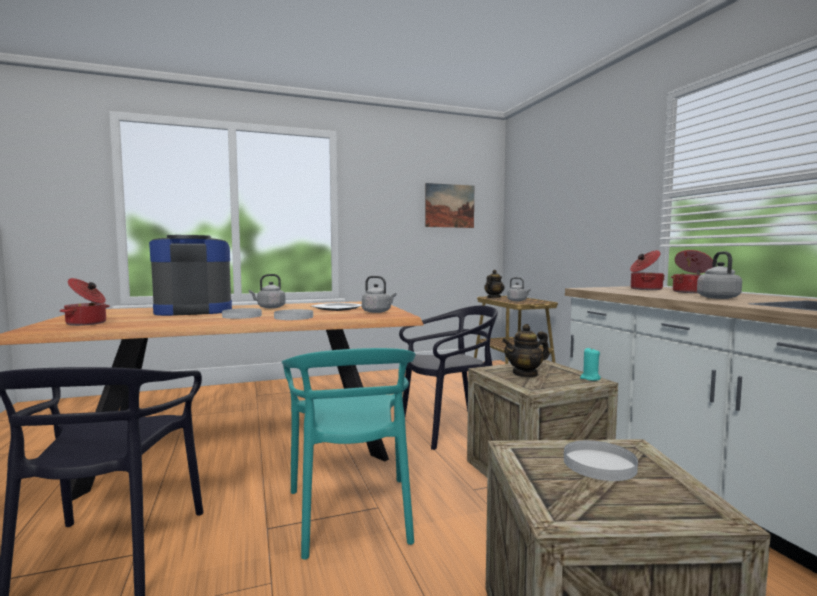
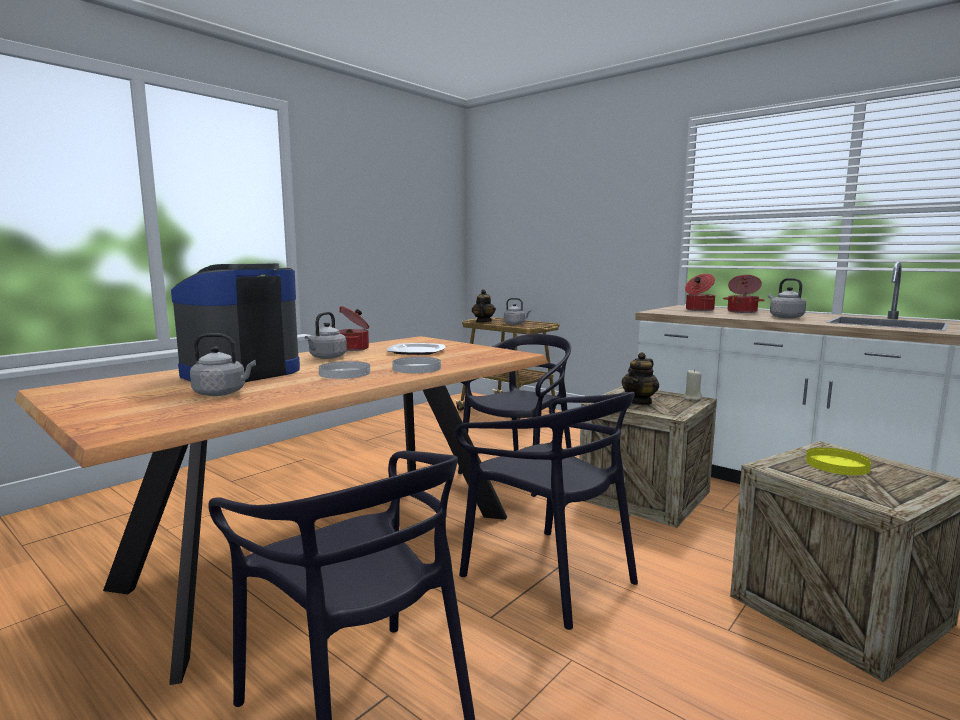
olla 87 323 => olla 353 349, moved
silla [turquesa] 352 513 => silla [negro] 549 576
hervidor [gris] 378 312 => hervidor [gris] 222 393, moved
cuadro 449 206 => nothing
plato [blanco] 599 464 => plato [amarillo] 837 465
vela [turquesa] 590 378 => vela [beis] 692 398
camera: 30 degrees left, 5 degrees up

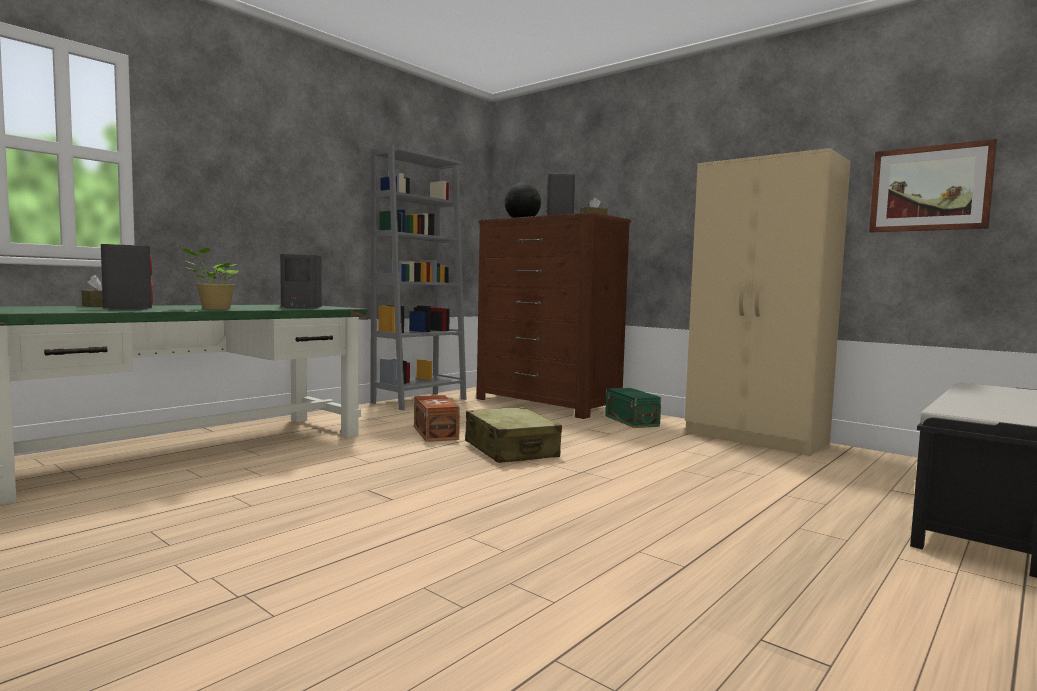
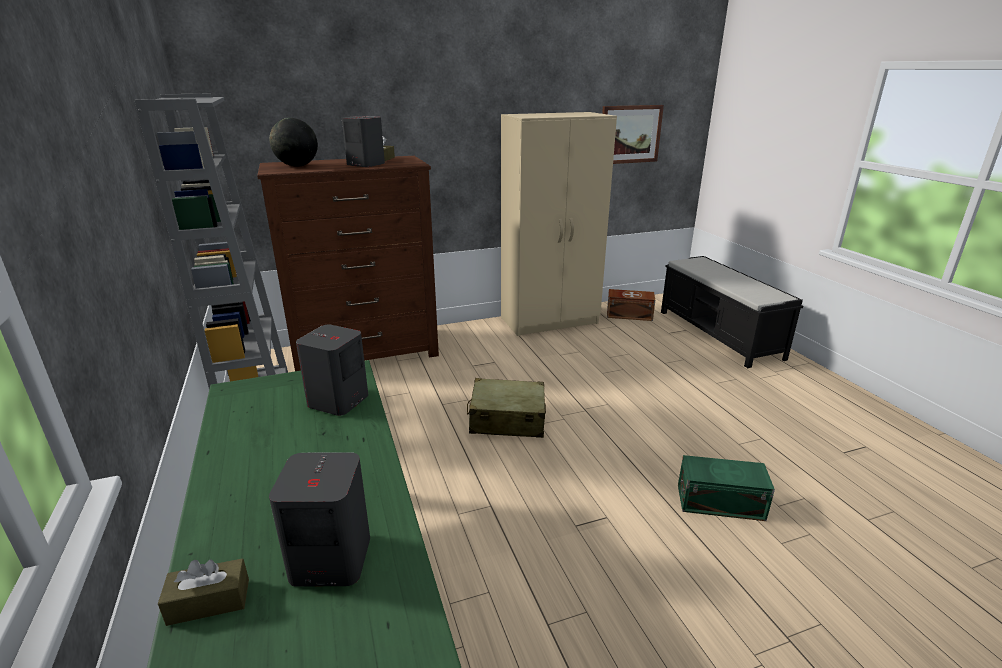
planta en maceta 213 309 => nothing
caja de almacenaje [marrón] 436 432 => caja de almacenaje [marrón] 628 314, moved
caja de almacenaje [verde] 632 420 => caja de almacenaje [verde] 718 501, moved
camera: 60 degrees left, 20 degrees up

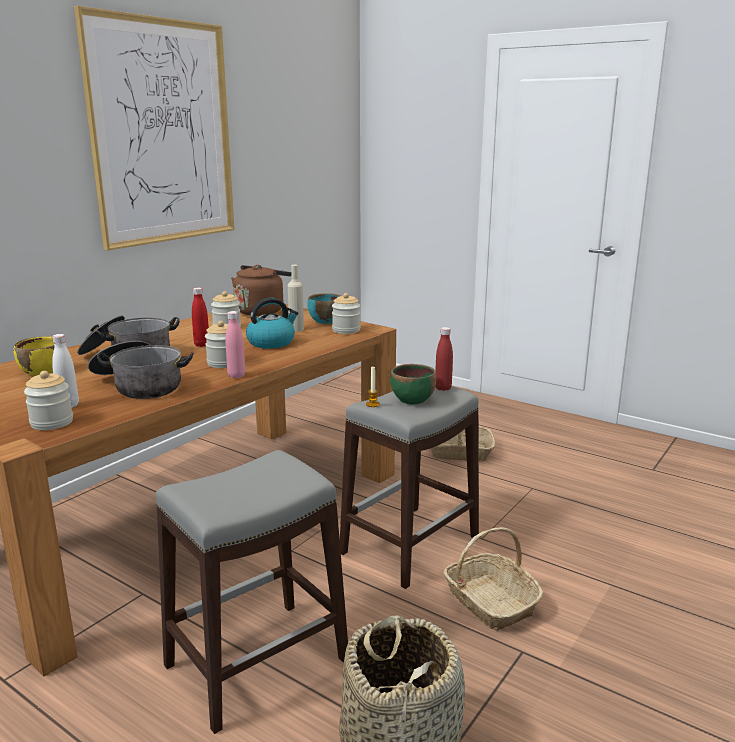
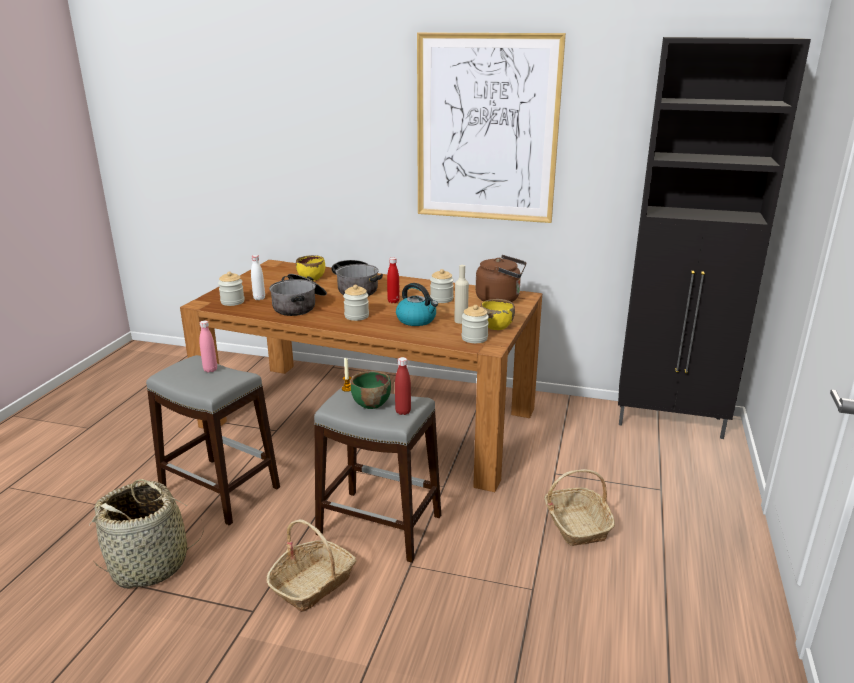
botella [rosa] 236 376 => botella [rosa] 210 370, moved
cuenco [turquesa] 325 321 => cuenco [amarillo] 496 326
nothing => armario [negro] 671 422
camera: 70 degrees right, 5 degrees up

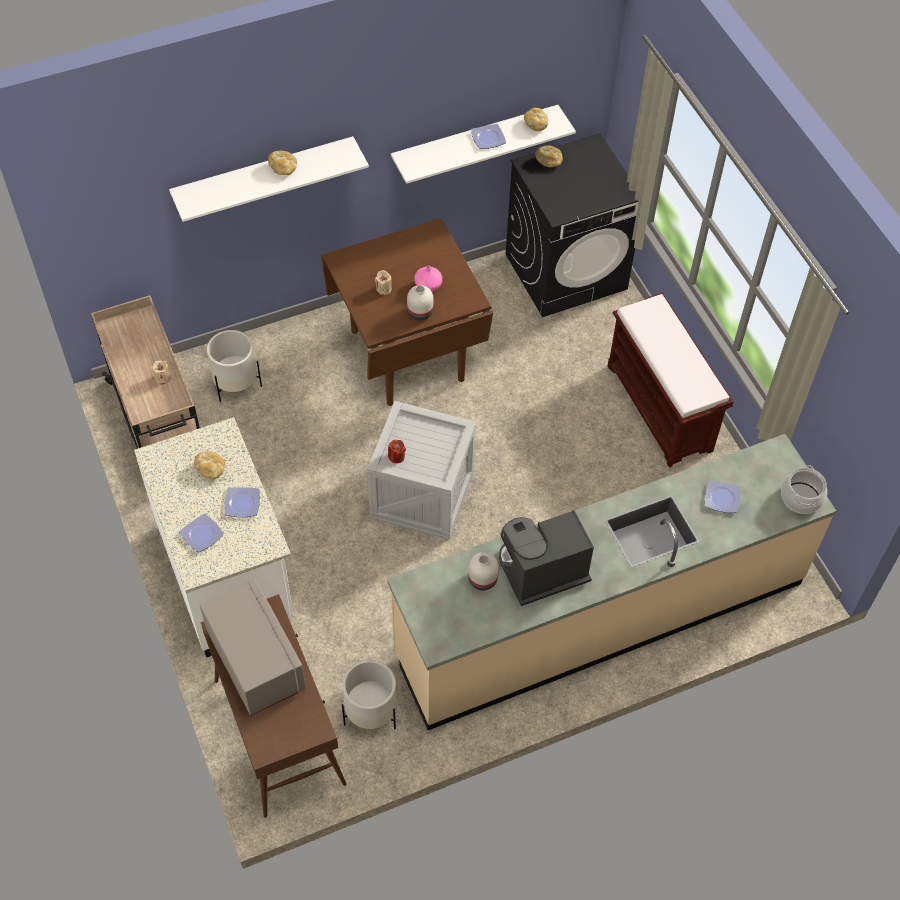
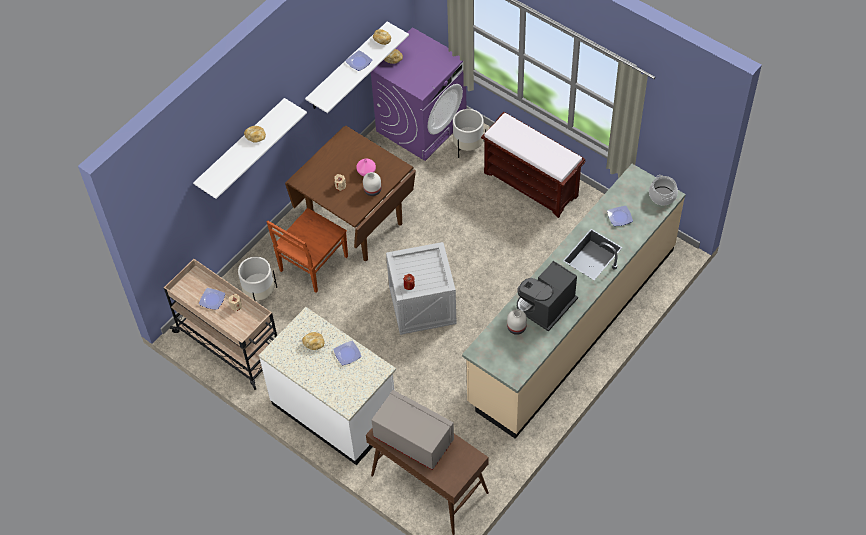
plato 201 534 => plato 211 300, moved
maceta [blanco] 371 713 => maceta [blanco] 468 146, moved
lavadora [negro] 566 271 => lavadora [morado] 421 124
nothing => silla [marrón] 312 264
camera: 25 degrees left, 0 degrees up

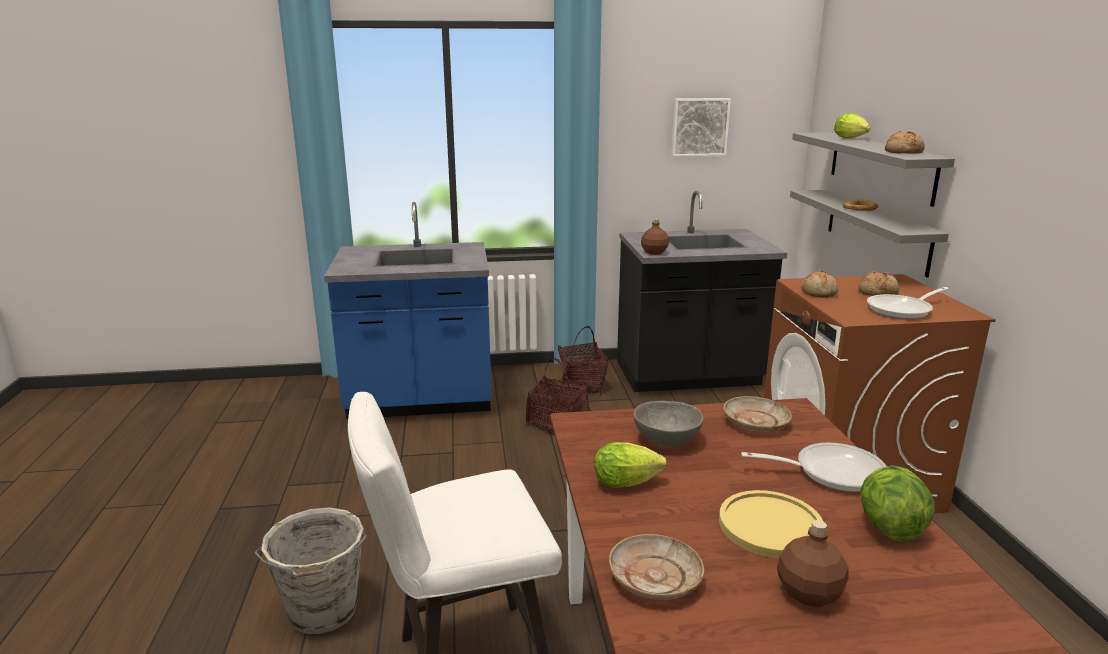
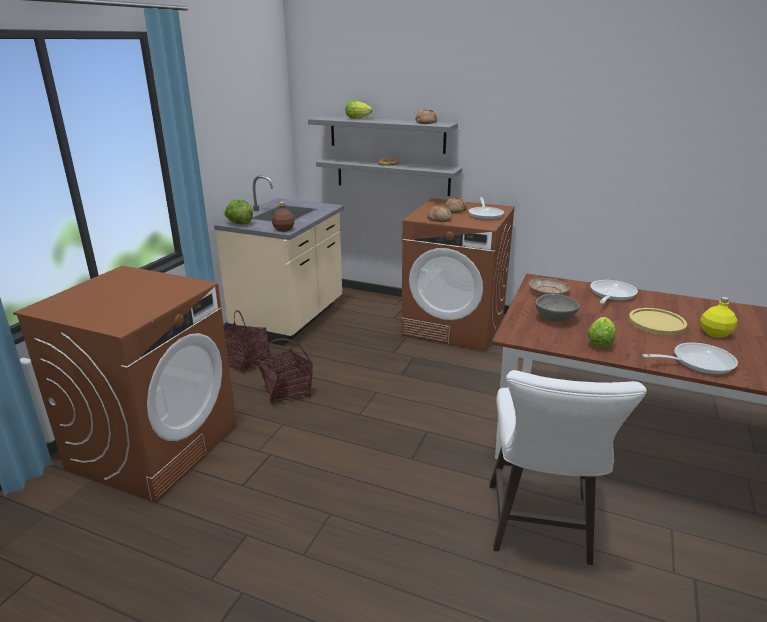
cubo [gris] 323 613 => nothing
mueble bajo de cocina [azul] 420 400 => lavadora [marrón] 155 446
plato [beis] 655 577 => sartén 697 362
mueble bajo de cocina [negro] 689 376 => mueble bajo de cocina [beis] 290 319
cuadro 699 127 => nothing
botella [marrón] 810 593 => botella [amarillo] 715 333
lechuga 888 527 => lechuga 239 224, moved
camera: 60 degrees left, 5 degrees up

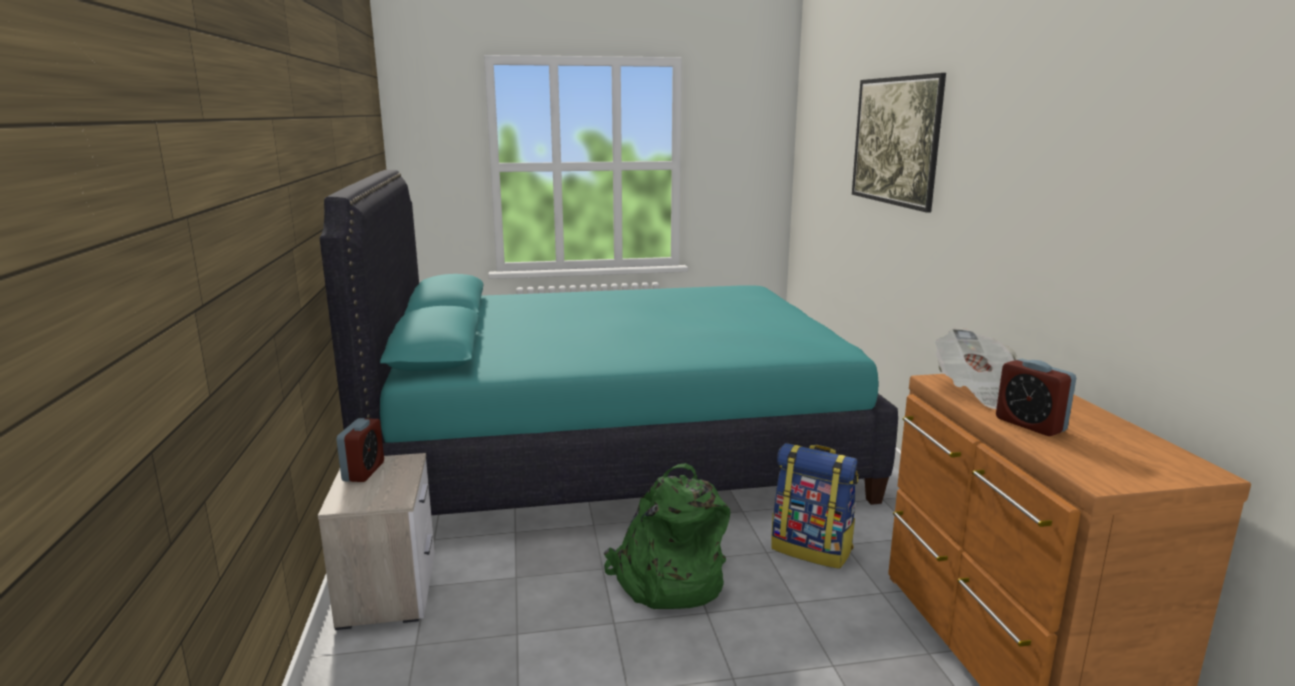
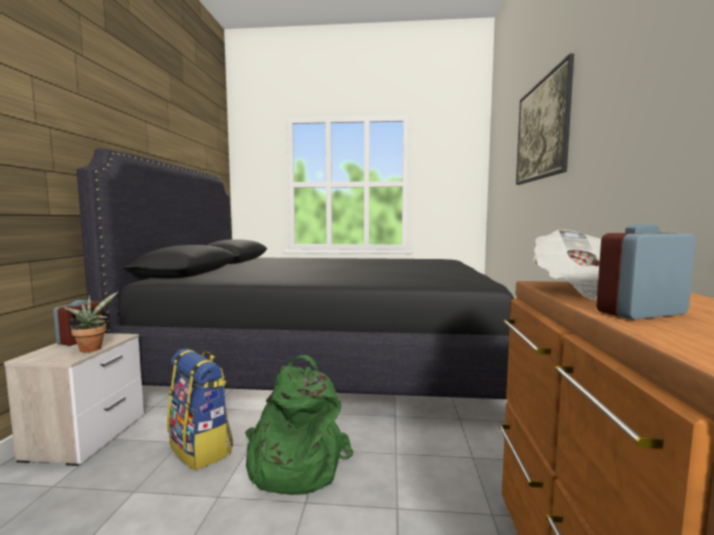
cama [turquesa] 614 450 => cama [negro] 328 363
mochila 812 549 => mochila 201 449, moved
despertador 1030 424 => despertador 641 313, 90 degrees clockwise
nothing => planta en maceta 92 348
camera: 15 degrees right, 10 degrees down

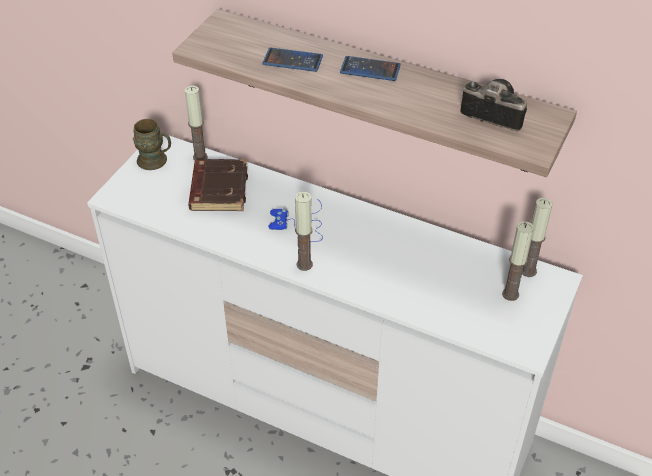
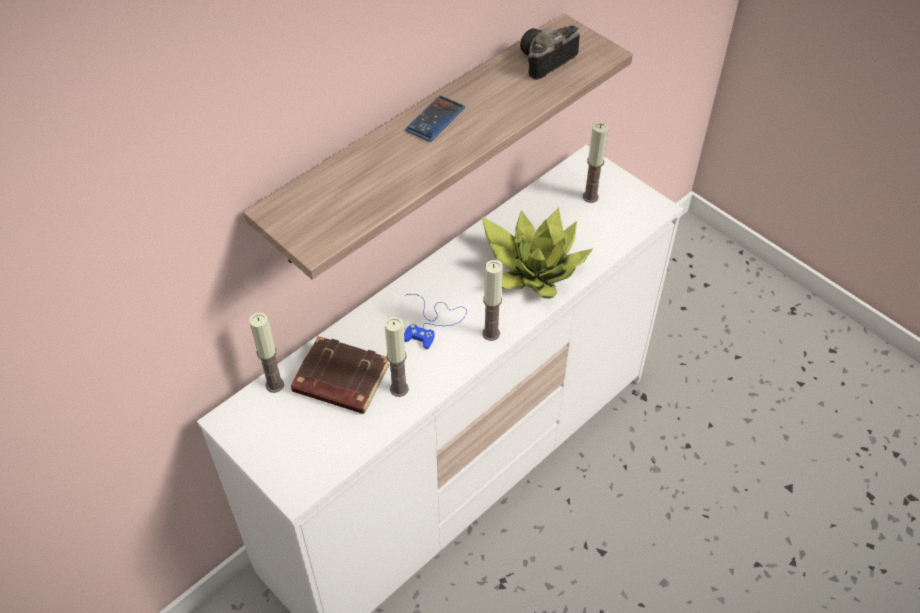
taza grande [marrón] 156 162 => nothing
móvil 292 60 => nothing
vela 528 271 => vela 399 389, moved
nothing => planta en maceta 533 267
camera: 70 degrees left, 5 degrees up

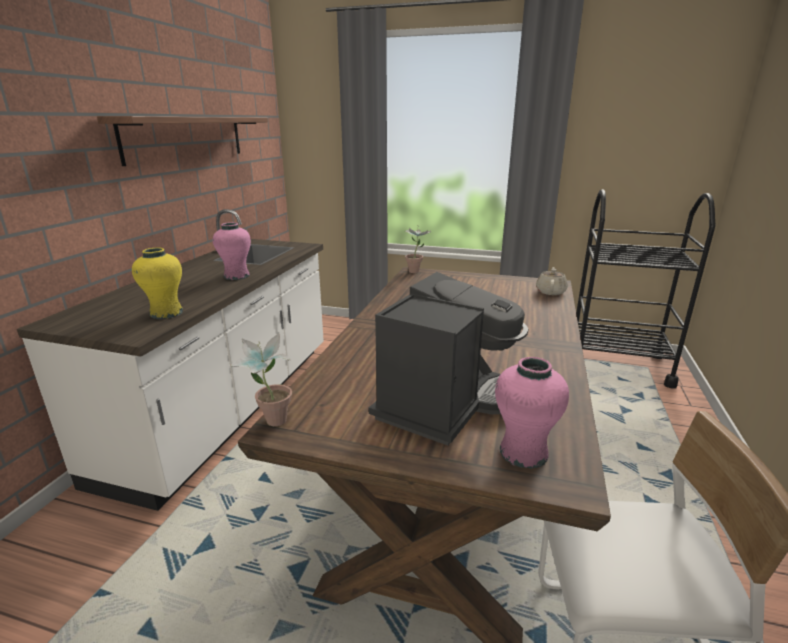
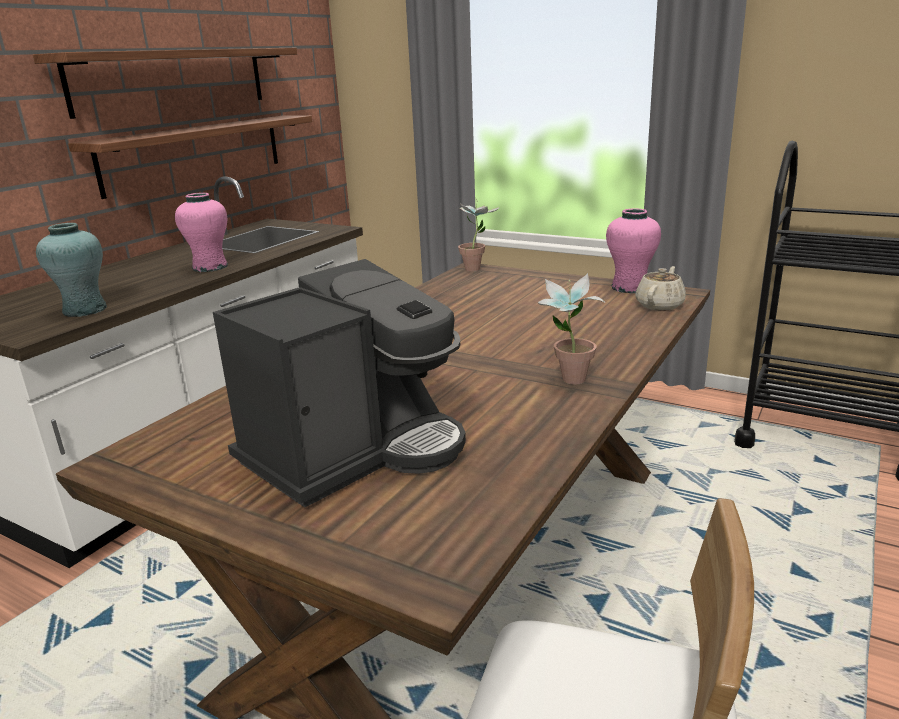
florero [amarillo] 166 313 => florero [turquesa] 84 310
planta en maceta 270 424 => planta en maceta 568 382, moved
florero [rosa] 523 452 => florero [rosa] 629 287, moved
nothing => estante 195 153
camera: 15 degrees right, 0 degrees up

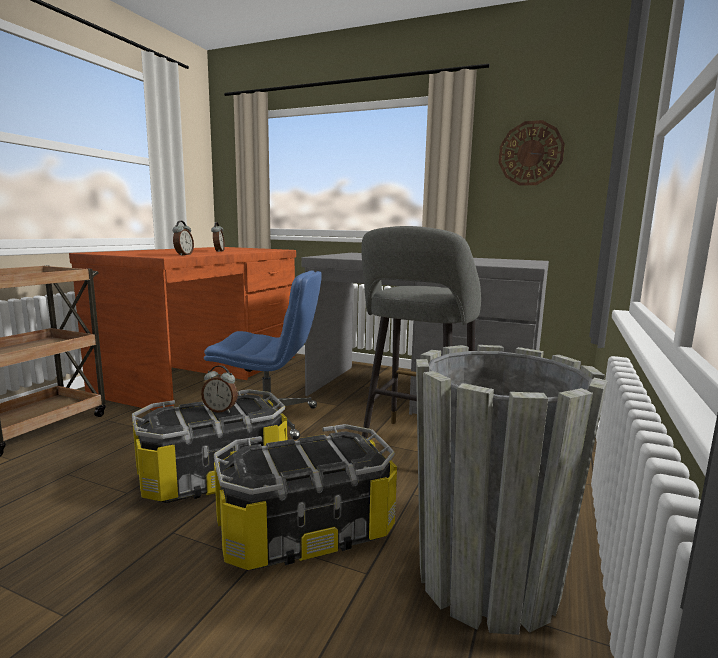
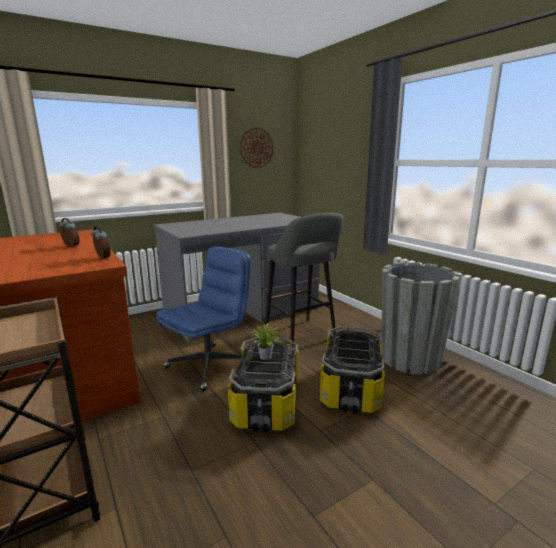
despertador 220 410 => planta en maceta 266 357
camera: 55 degrees left, 5 degrees up

